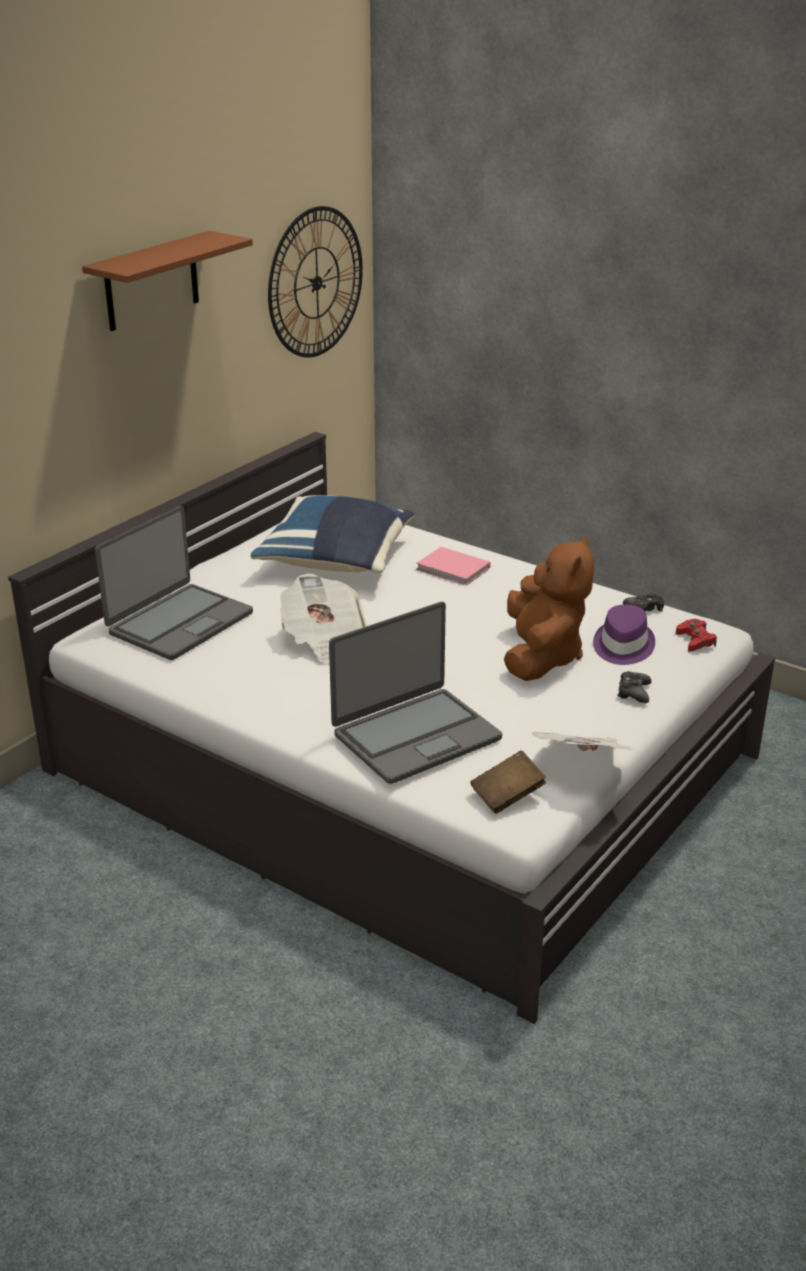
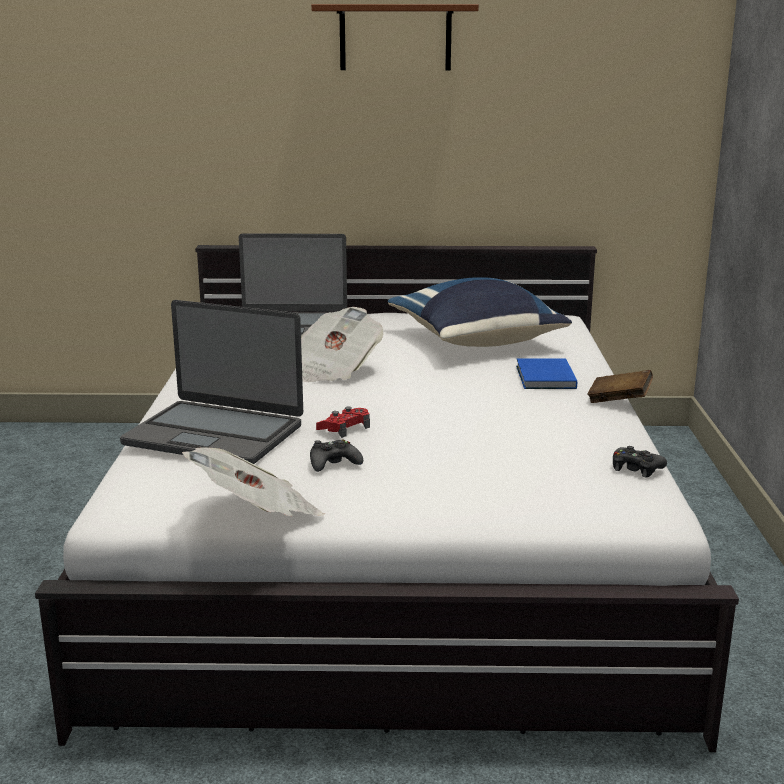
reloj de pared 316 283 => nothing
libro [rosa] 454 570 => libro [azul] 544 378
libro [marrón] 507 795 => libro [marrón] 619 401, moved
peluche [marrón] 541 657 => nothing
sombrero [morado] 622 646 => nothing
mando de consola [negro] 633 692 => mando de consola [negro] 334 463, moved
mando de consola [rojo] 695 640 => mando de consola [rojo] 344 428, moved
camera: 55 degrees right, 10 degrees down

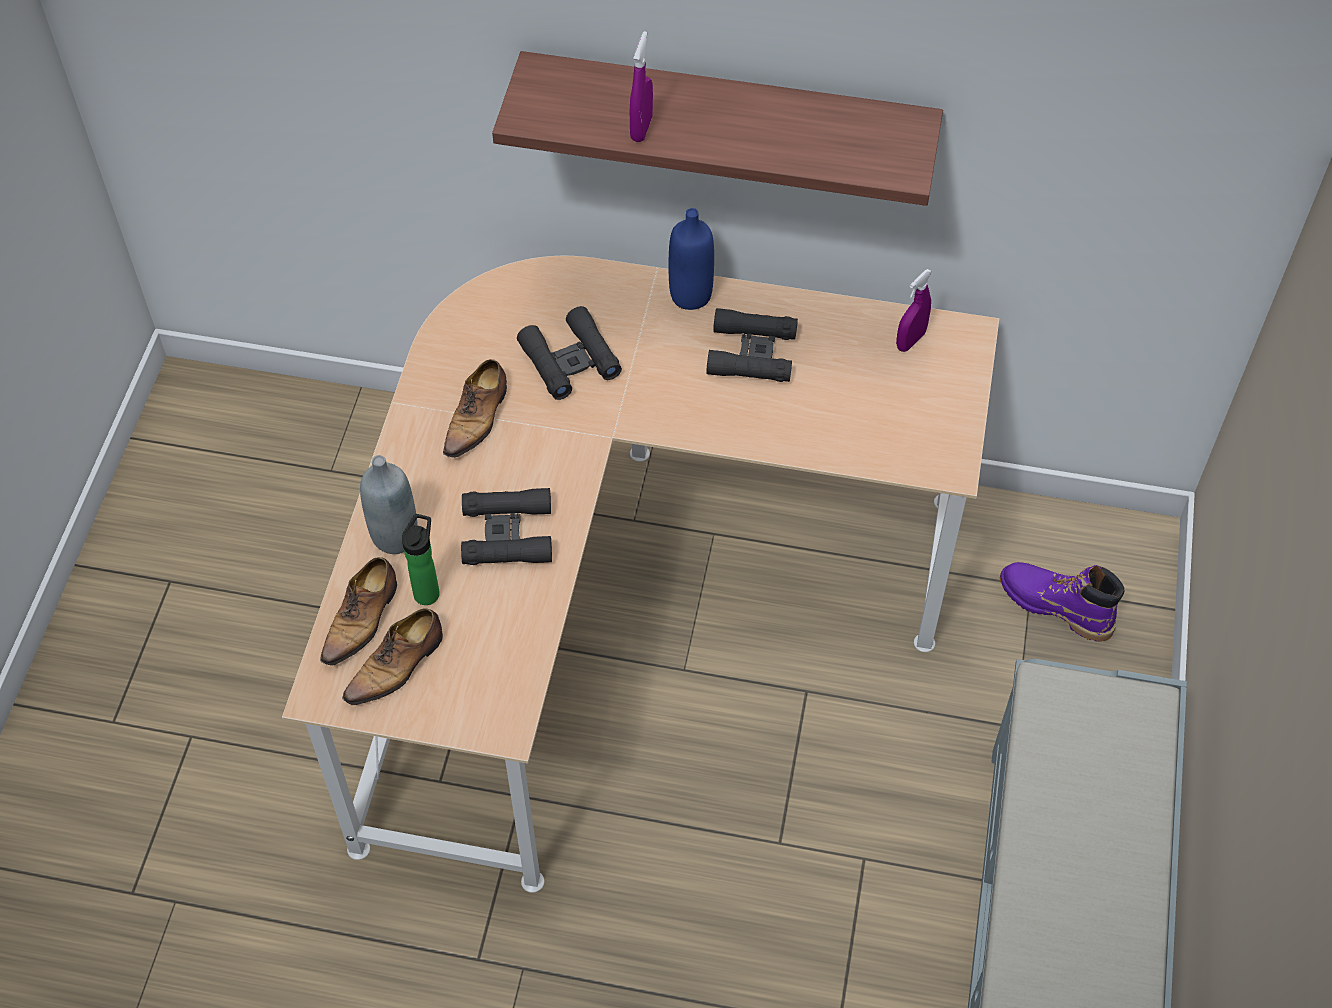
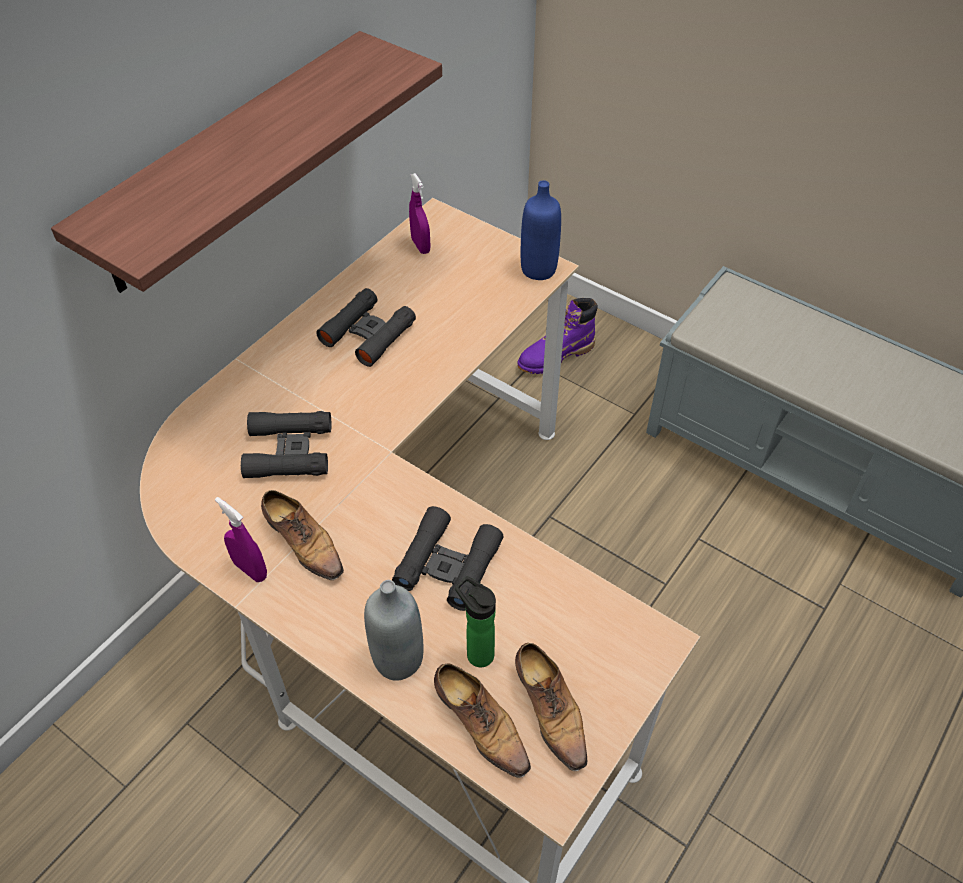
pulverizador [morado] 641 128 => pulverizador [morado] 250 570, moved
botella [azul] 690 295 => botella [azul] 538 269, moved
camera: 65 degrees left, 5 degrees down

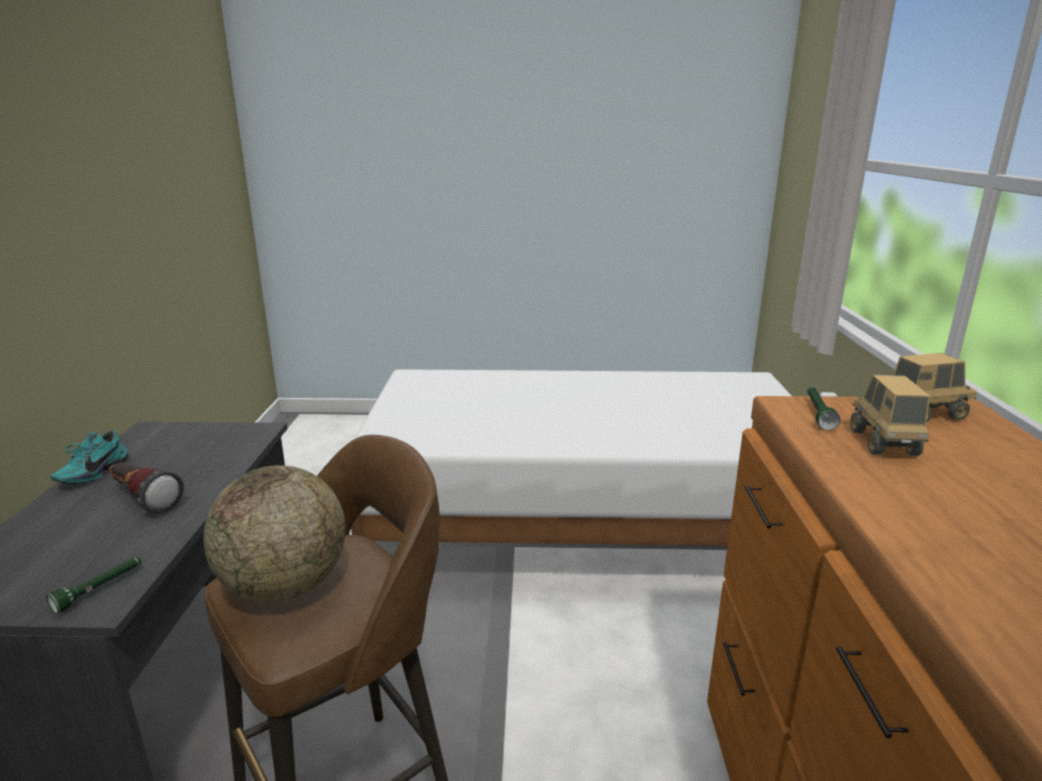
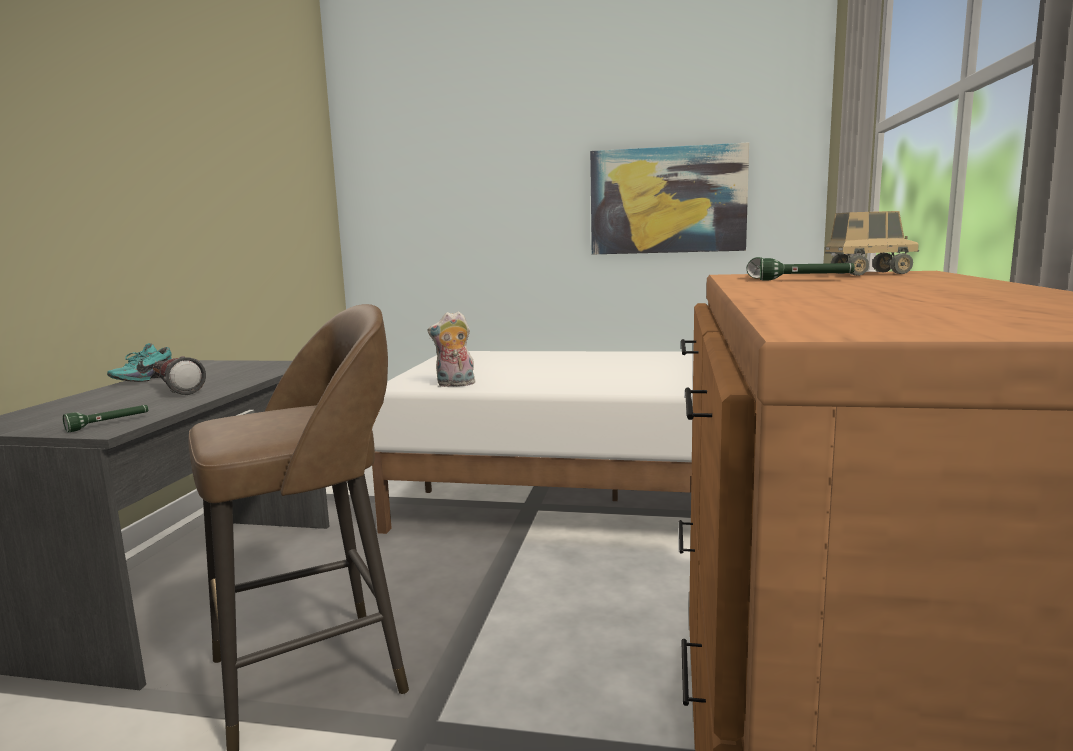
globo terráqueo 285 587 => nothing
camión de juguete 883 443 => linterna [verde] 805 280
nothing => peluche 455 385
nothing => cuadro 667 200
camera: 10 degrees right, 10 degrees down

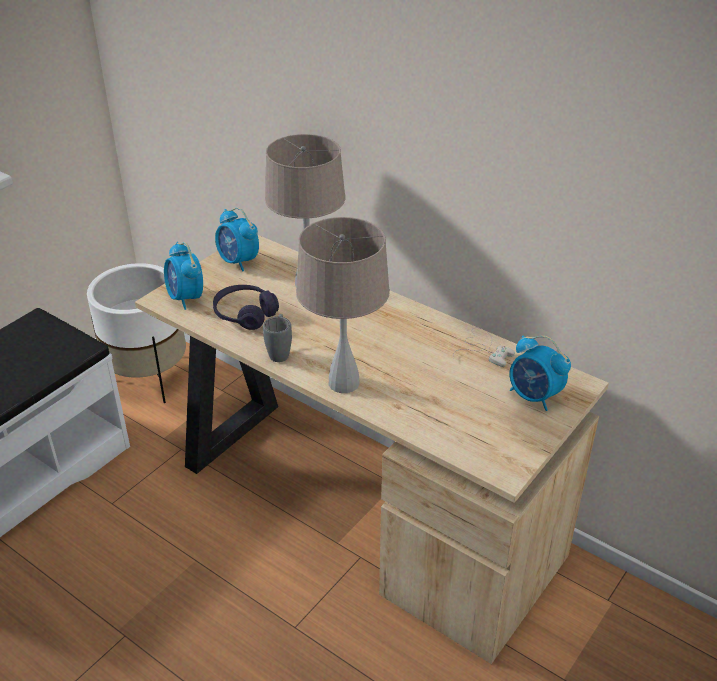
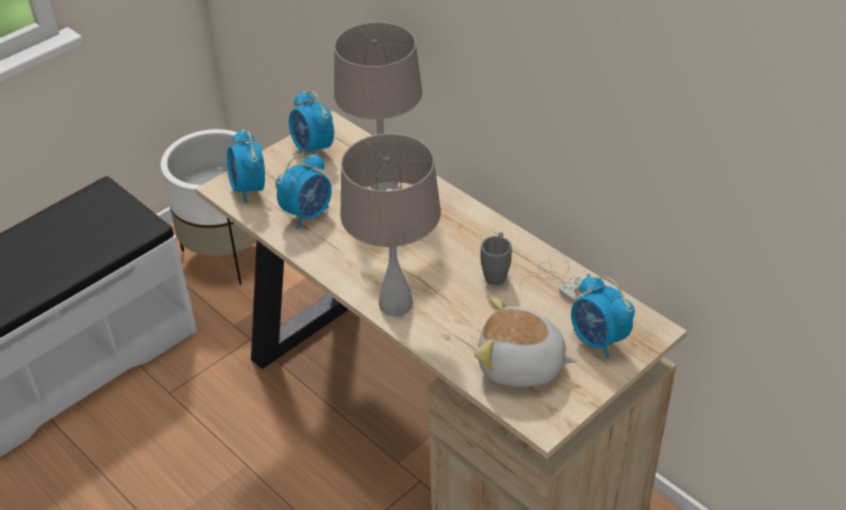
auriculares [morado] 245 314 => despertador 308 214
taza grande [gris] 280 352 => taza grande [gris] 496 272, moved
nothing => peluche 521 366
camera: 10 degrees right, 5 degrees up

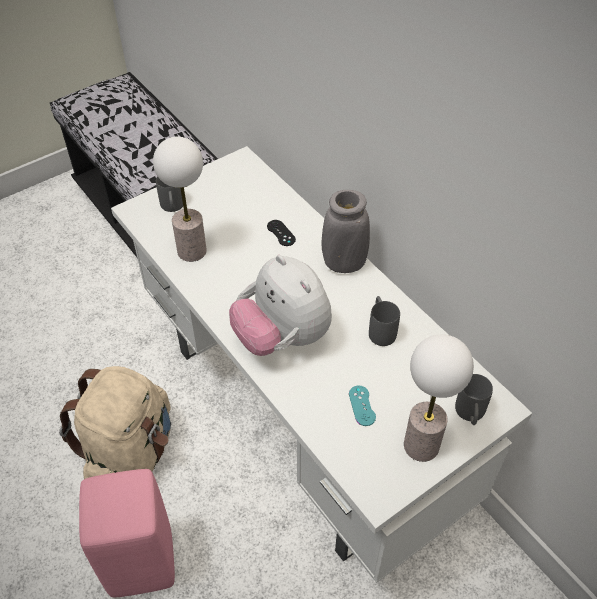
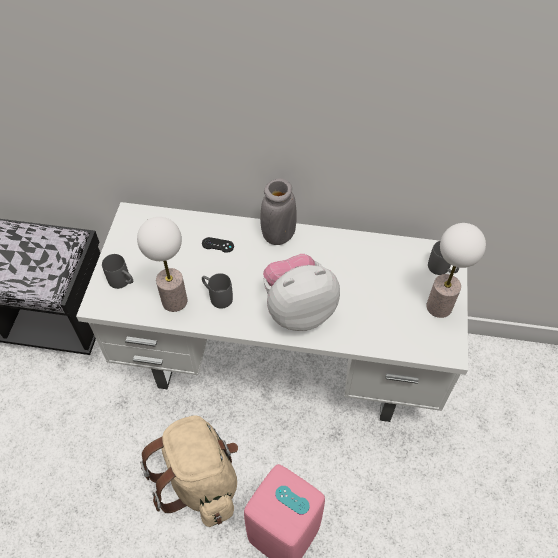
peluche 282 337 => peluche 298 309, 150 degrees clockwise
mando de consola [turquesa] 362 405 => mando de consola [turquesa] 292 500, moved
taza grande [gris] 380 329 => taza grande [gris] 217 296, moved
camera: 45 degrees left, 5 degrees up

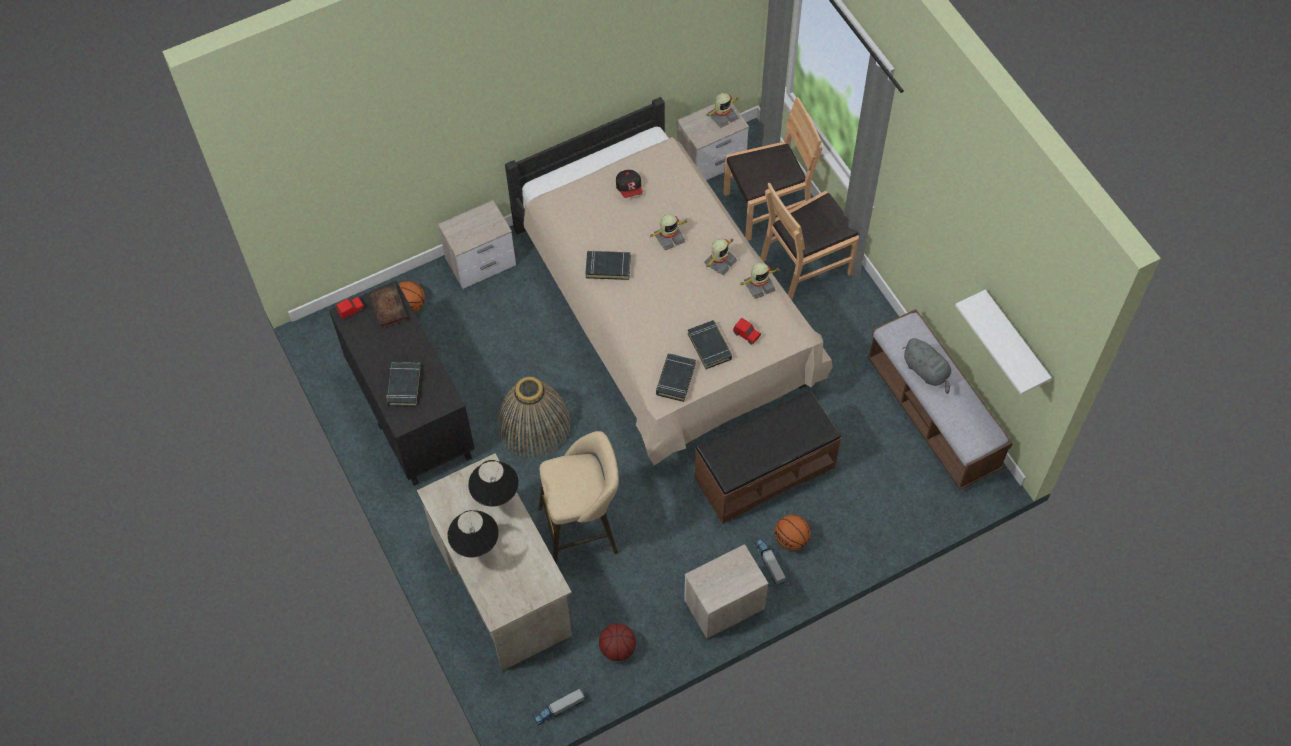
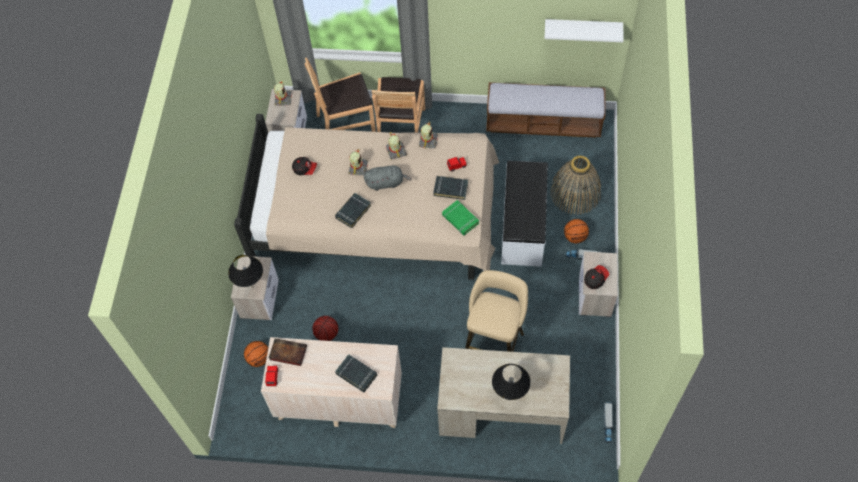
cómoda [negro] 411 411 => cómoda [beis] 339 400
lámpara de mesa [negro] 498 505 => lámpara de mesa [negro] 252 287, moved
cesta 534 425 => cesta 575 193, moved
balón de baloncesto 617 648 => balón de baloncesto 326 333, moved
libro [negro] 675 379 => libro [verde] 460 219
banco [marrón] 764 472 => banco [blanco] 522 226
silla [marrón] 767 206 => silla [marrón] 346 123, 120 degrees counterclockwise
peluche [gris] 927 371 => peluche [gris] 386 183, moved
nothing => gorra 595 279
camera: 55 degrees left, 0 degrees up

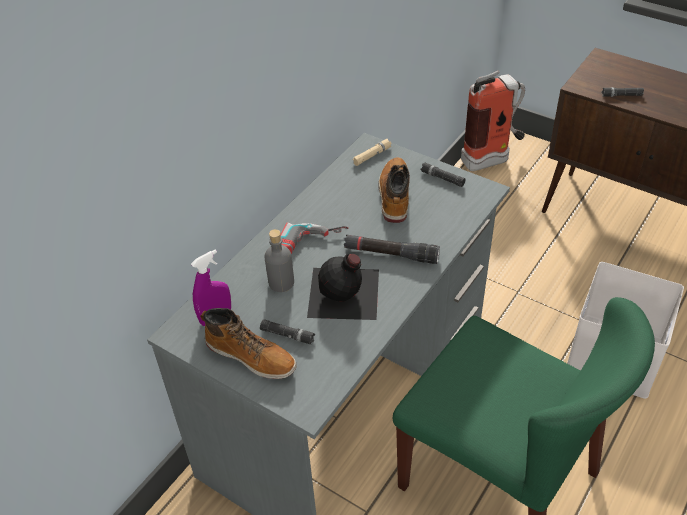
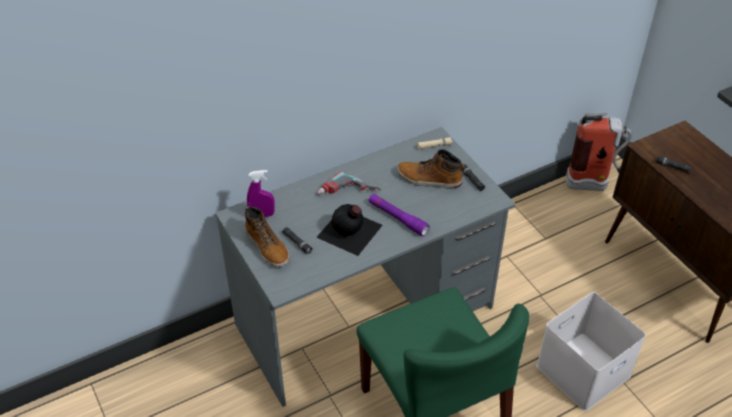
botella [gris] 281 282 => nothing
linterna [negro] 391 254 => linterna [morado] 397 218
bota 394 195 => bota 429 179, 105 degrees counterclockwise
camera: 25 degrees right, 0 degrees up

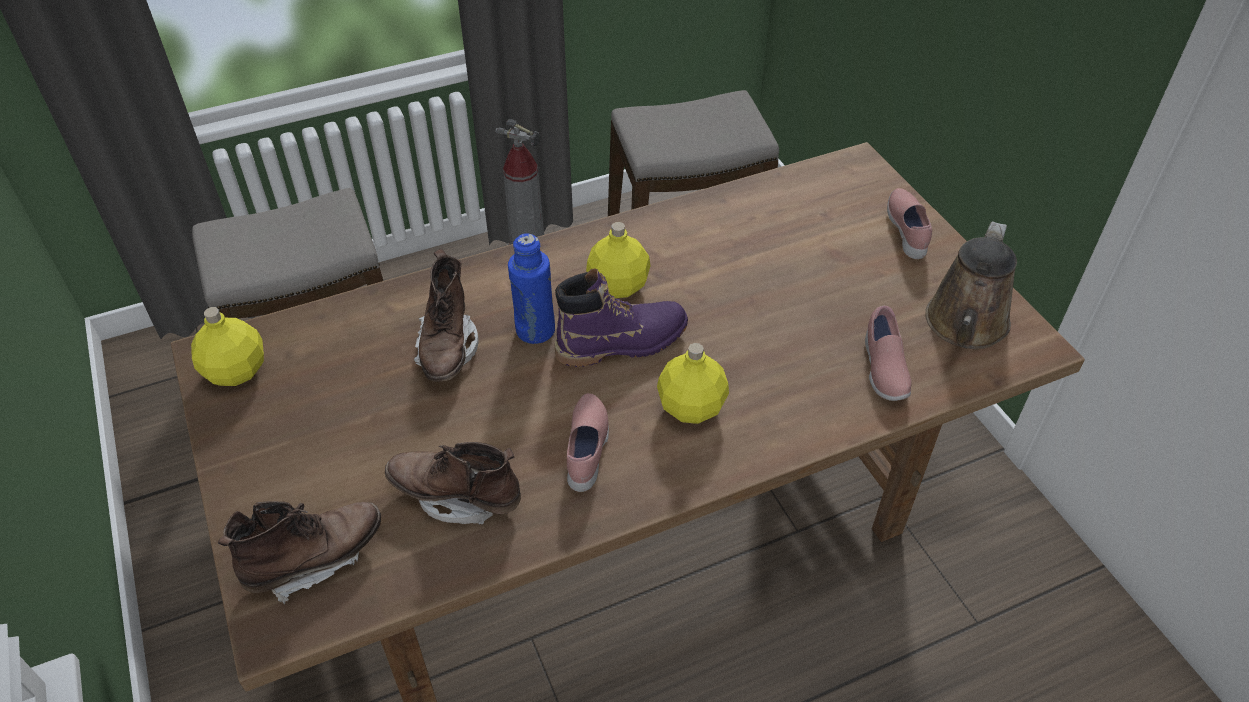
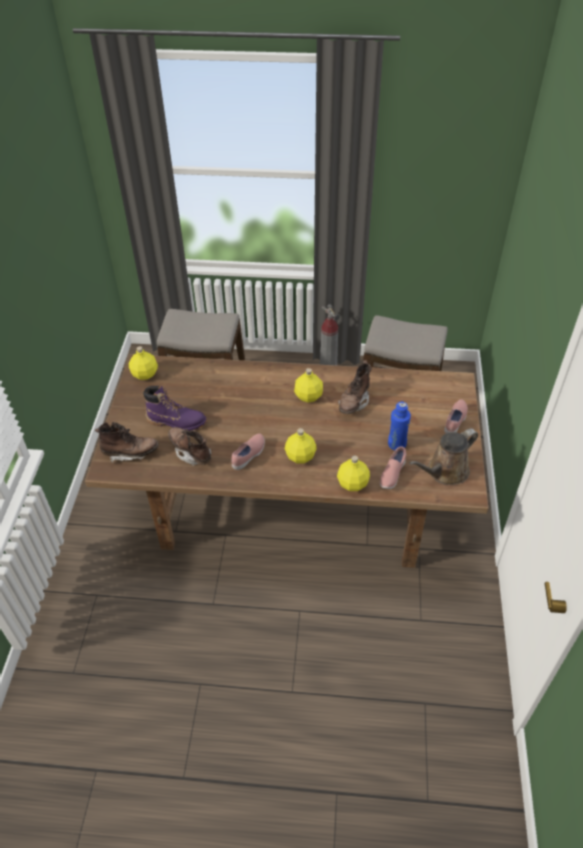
bota [marrón] 447 349 => bota [marrón] 354 402, moved
botella [azul] 535 330 => botella [azul] 397 444, moved
bota [morado] 622 342 => bota [morado] 176 422, moved
nothing => botella [amarillo] 352 484
camera: 30 degrees right, 0 degrees up

